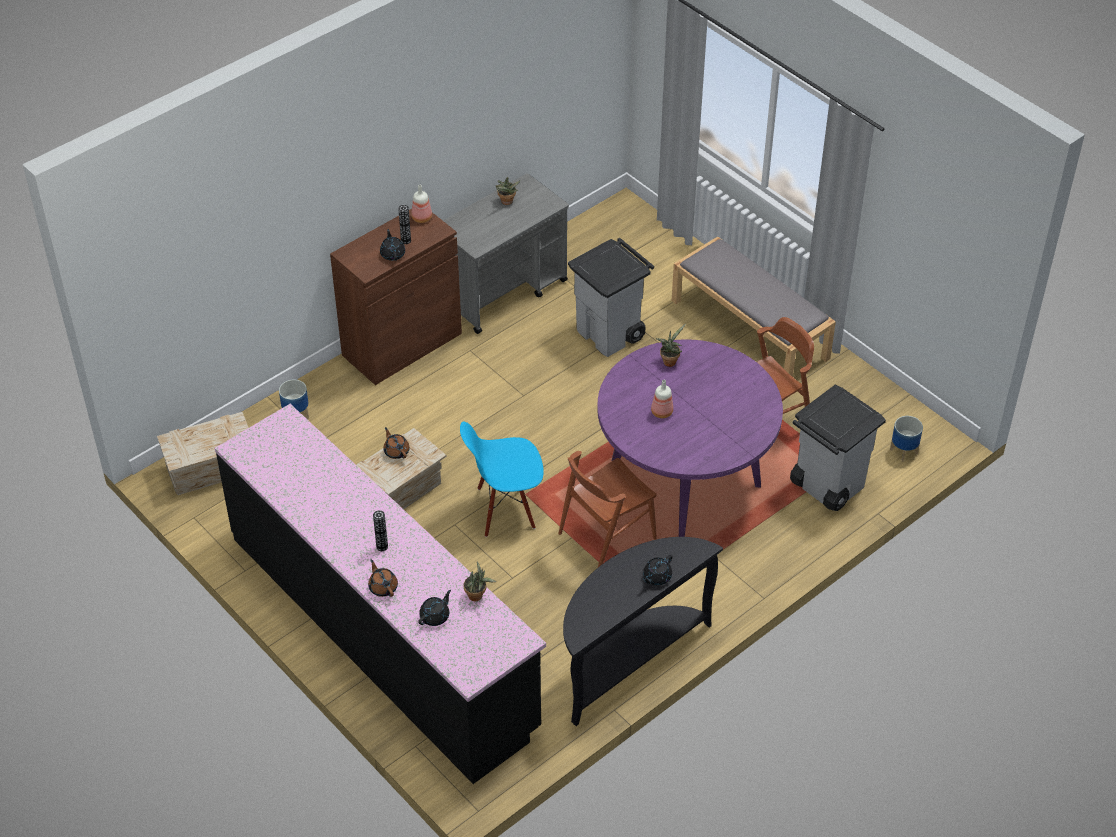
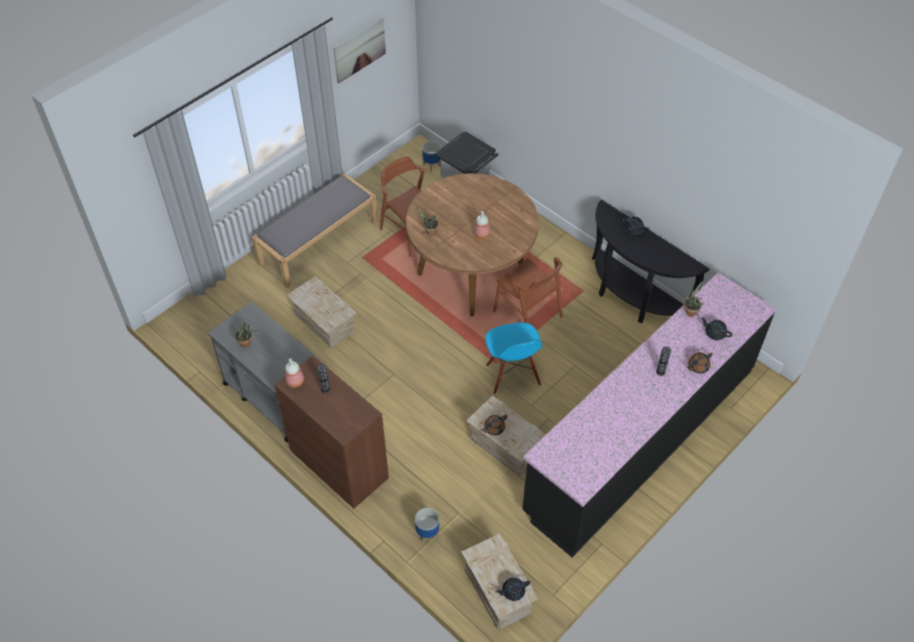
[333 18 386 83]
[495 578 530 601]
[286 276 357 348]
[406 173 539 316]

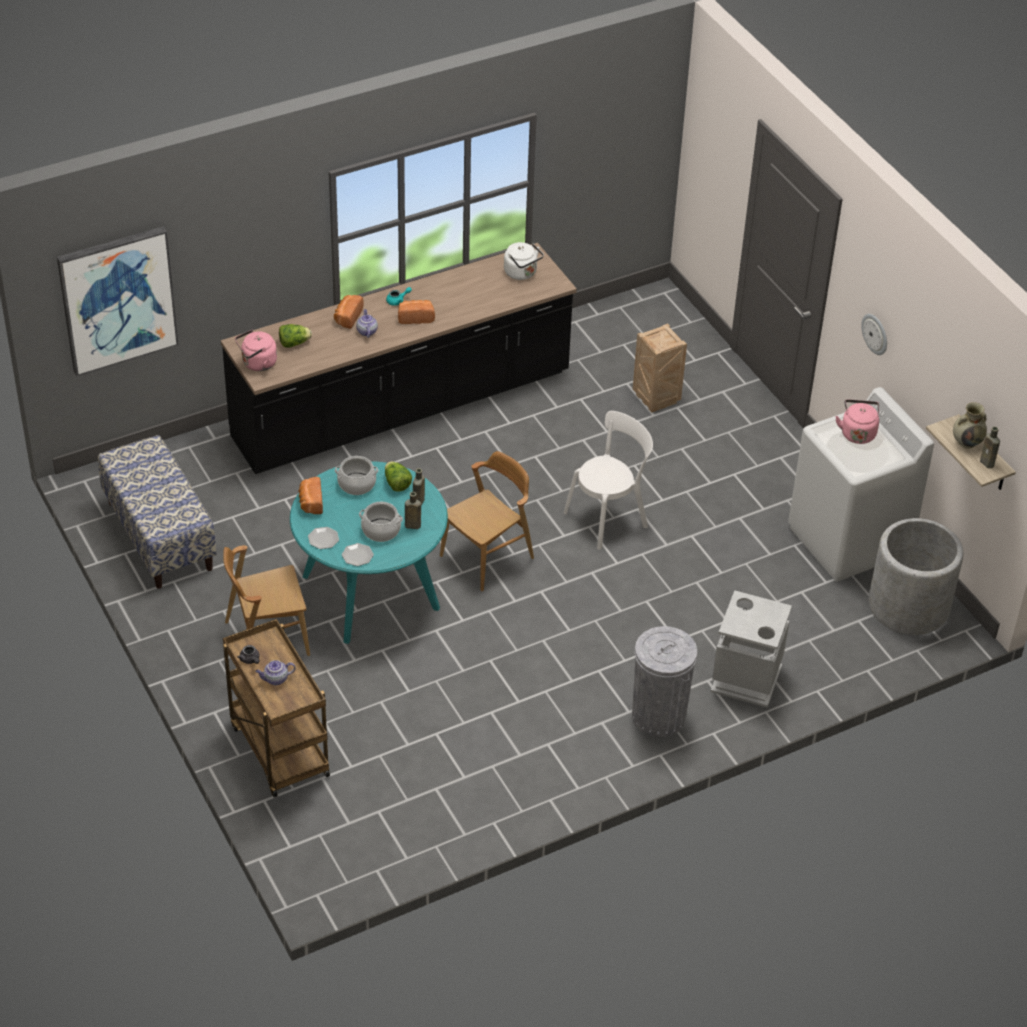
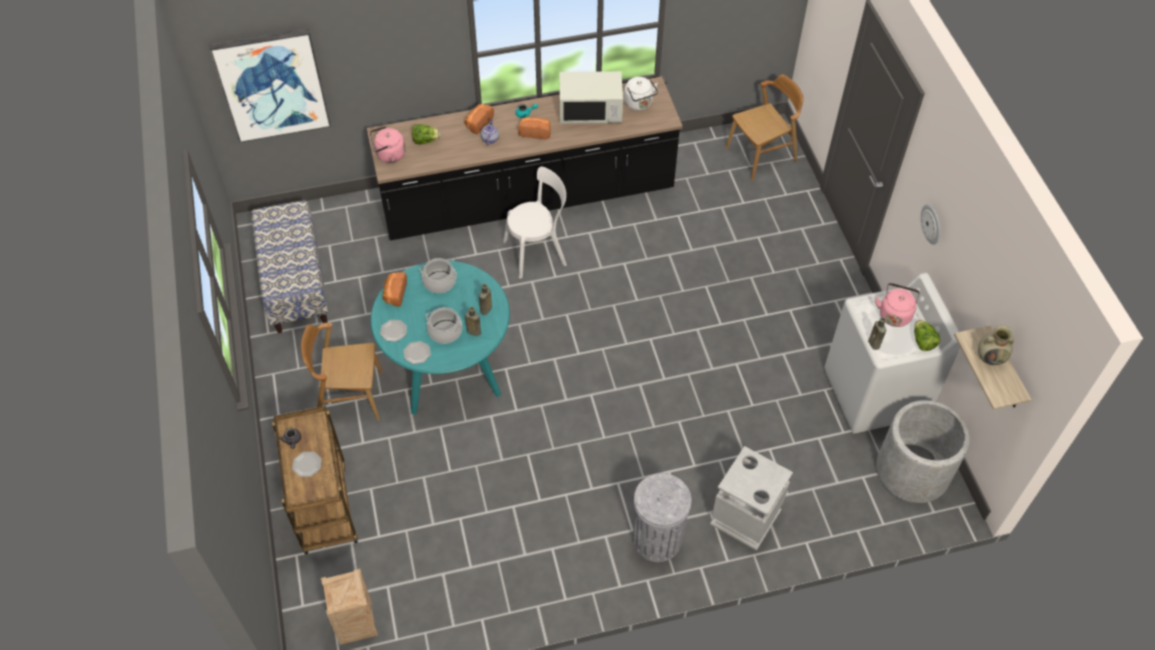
[559 71 623 124]
[914 320 940 351]
[726 74 804 181]
[503 167 567 279]
[321 569 378 645]
[868 317 886 350]
[292 452 322 477]

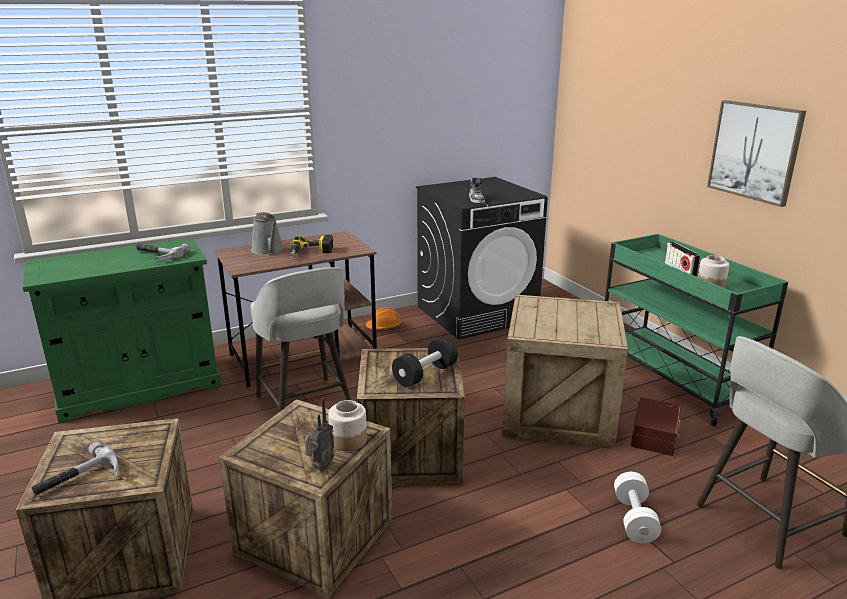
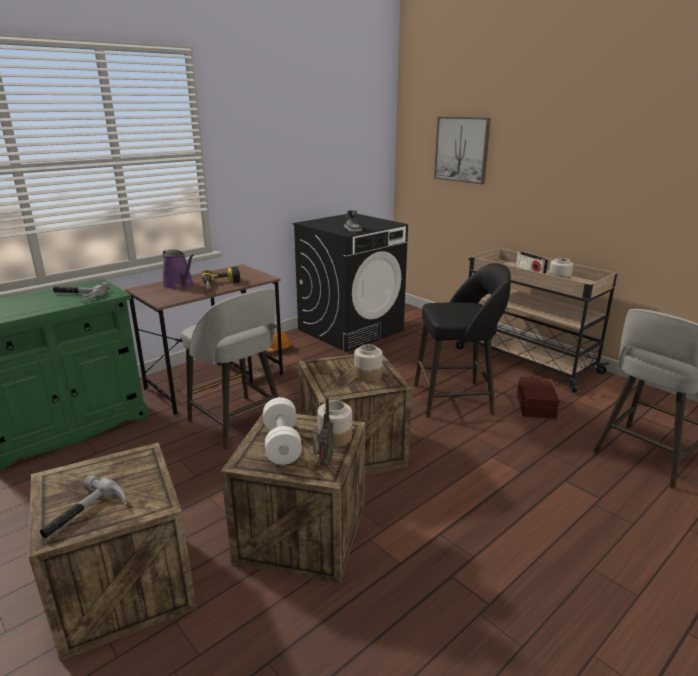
[263 397 302 465]
[434 117 491 184]
[354 344 382 382]
[414 263 511 417]
[162 249 194 289]
[456 248 617 393]

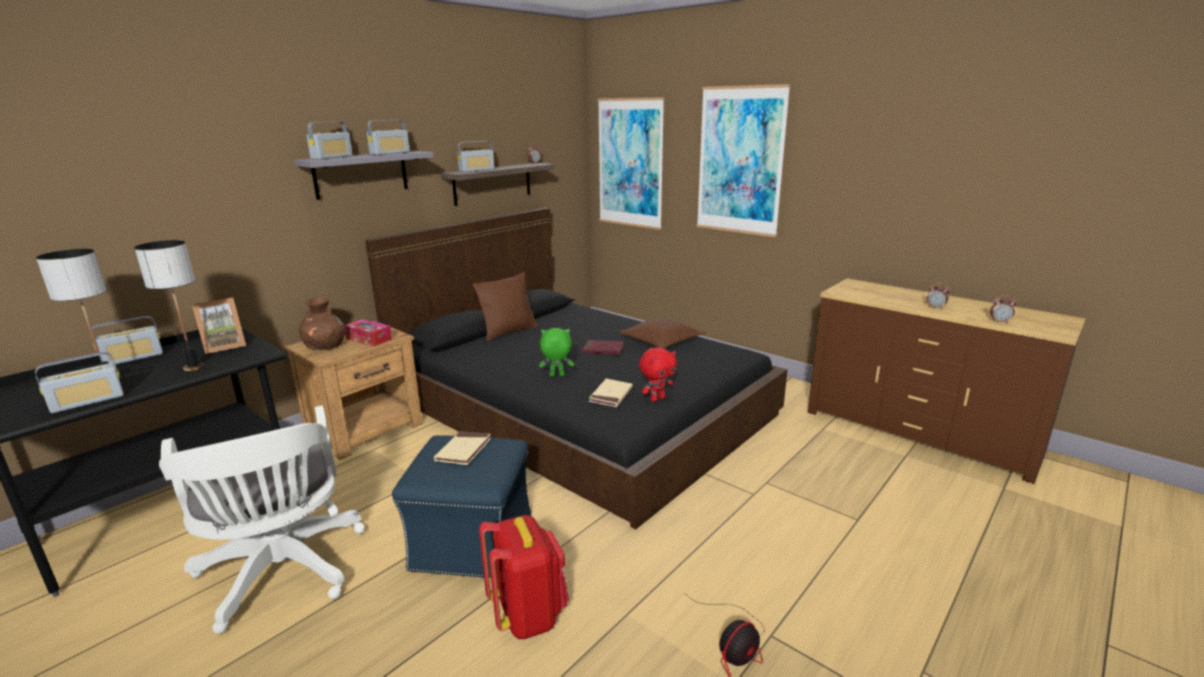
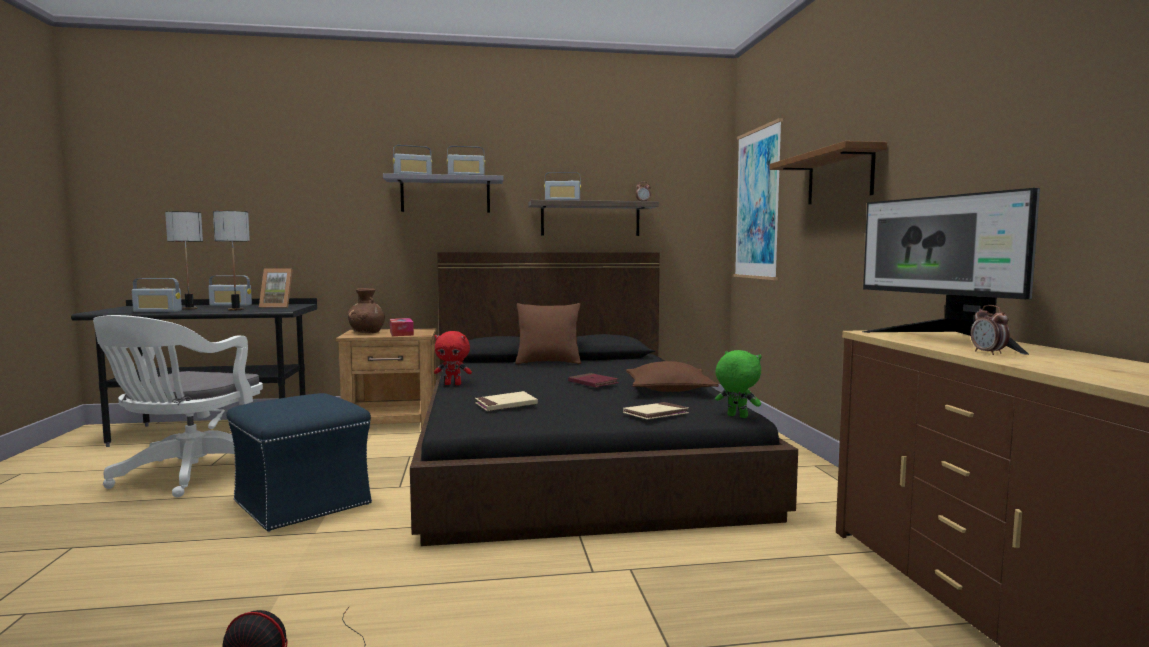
[479 515 569 639] (first image)
[990 295 1016 324] (first image)
[862 188 1040 355]
[623 402 689 419]
[715 350 761 418]
[434 331 472 385]
[769 141 887 205]

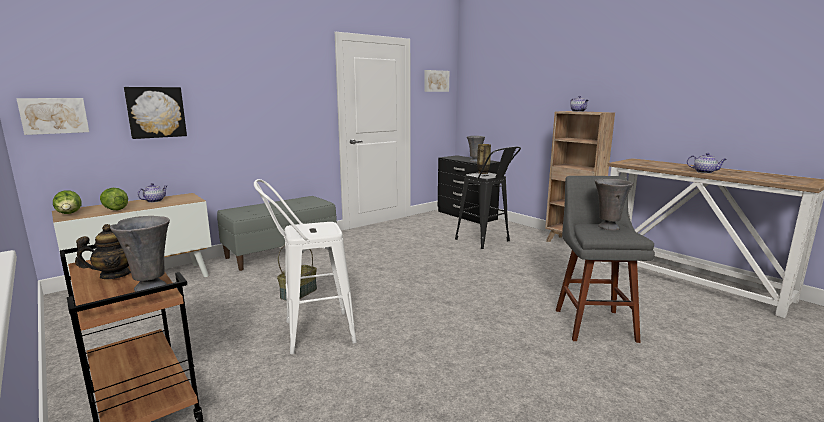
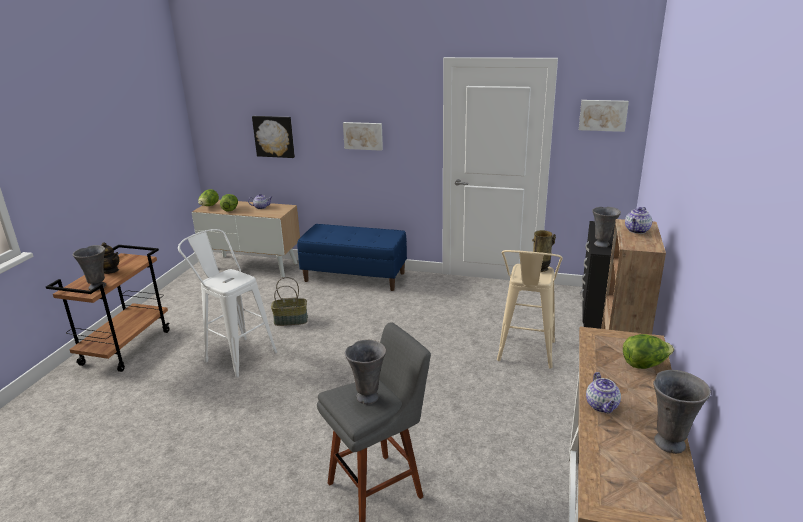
[623 334 674 369]
[653 370 711 454]
[343 122 383 151]
[297 224 407 291]
[497 250 563 368]

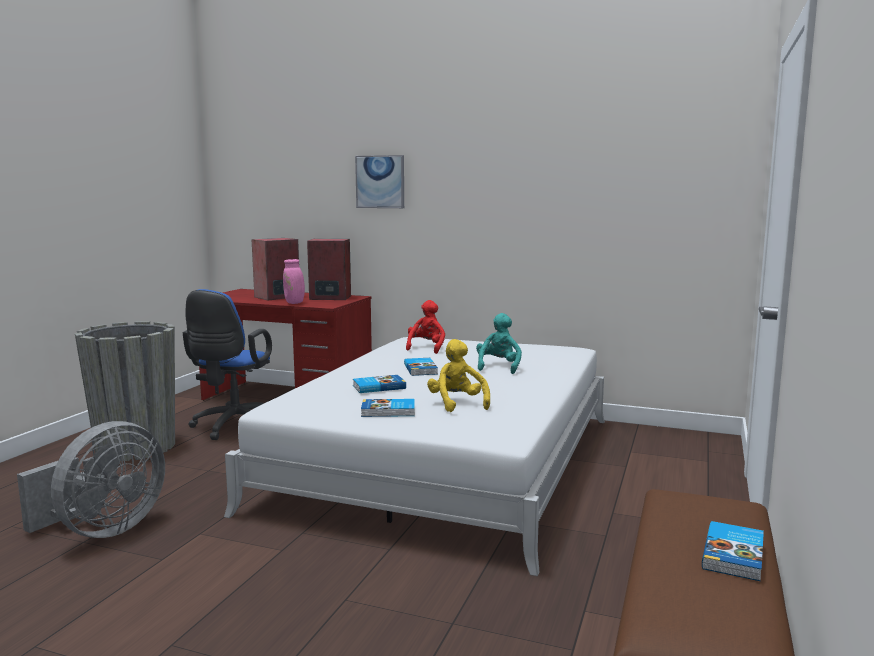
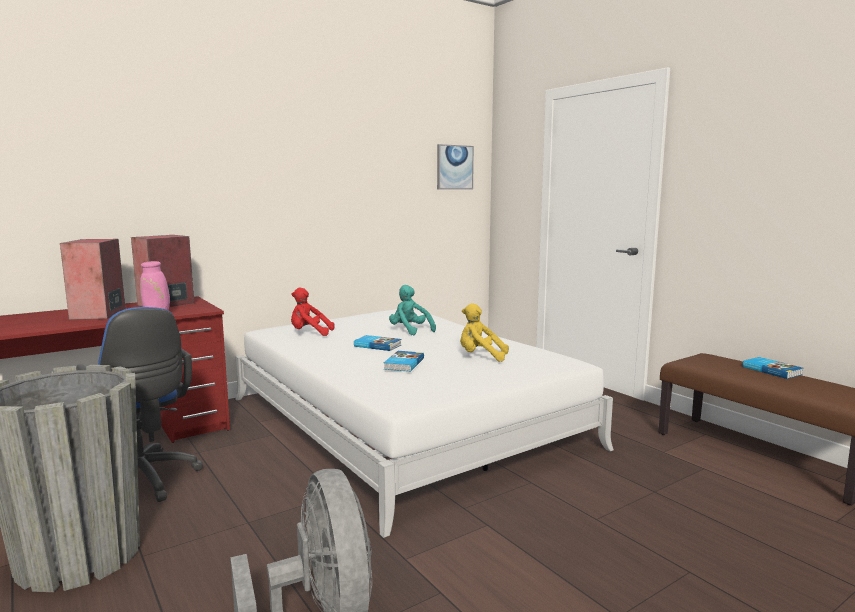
[361 399 415 417] (first image)
[437 144 474 190]
[291 287 335 336]

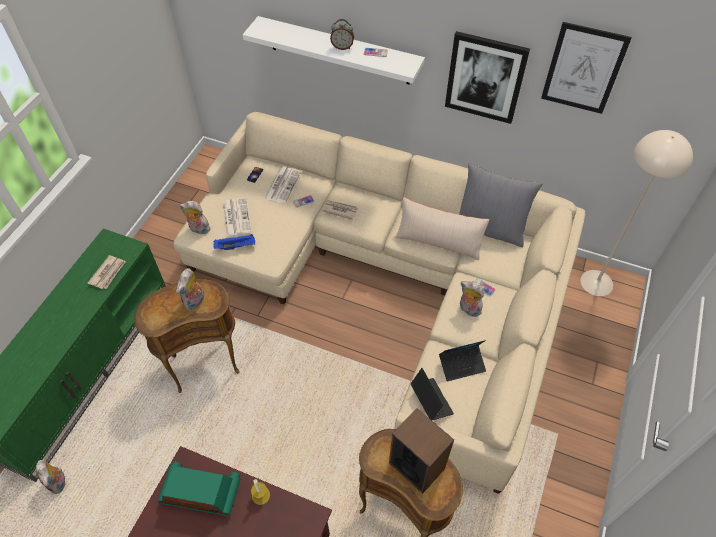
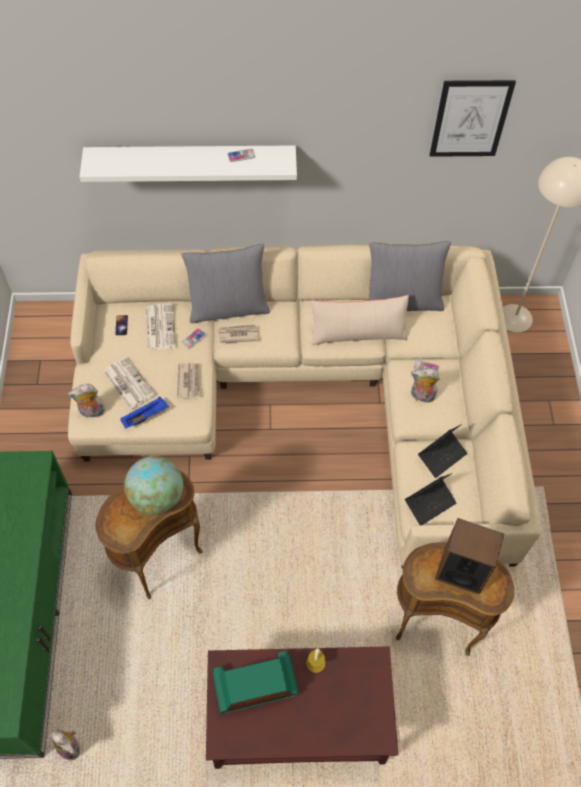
[330 19 354 50] (first image)
[445 31 530 124] (first image)
[181 244 270 323]
[177 363 200 398]
[124 456 183 515]
[405 473 456 525]

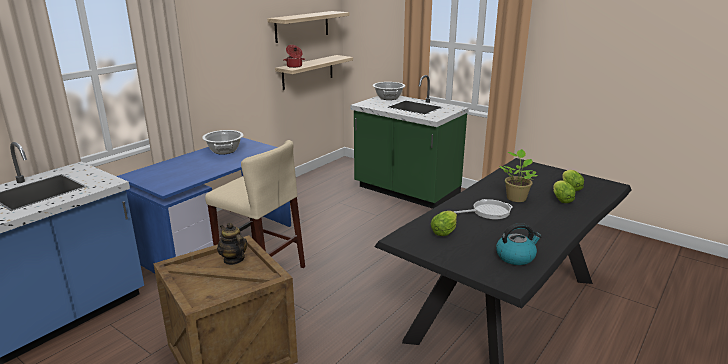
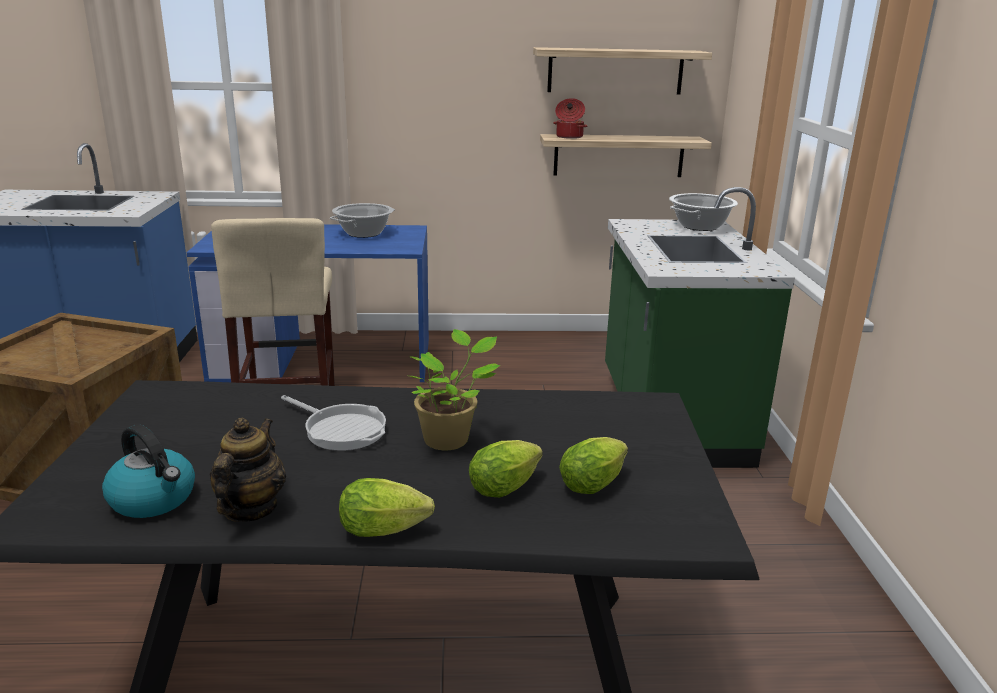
[210 418 286 522]
[339 478 435 537]

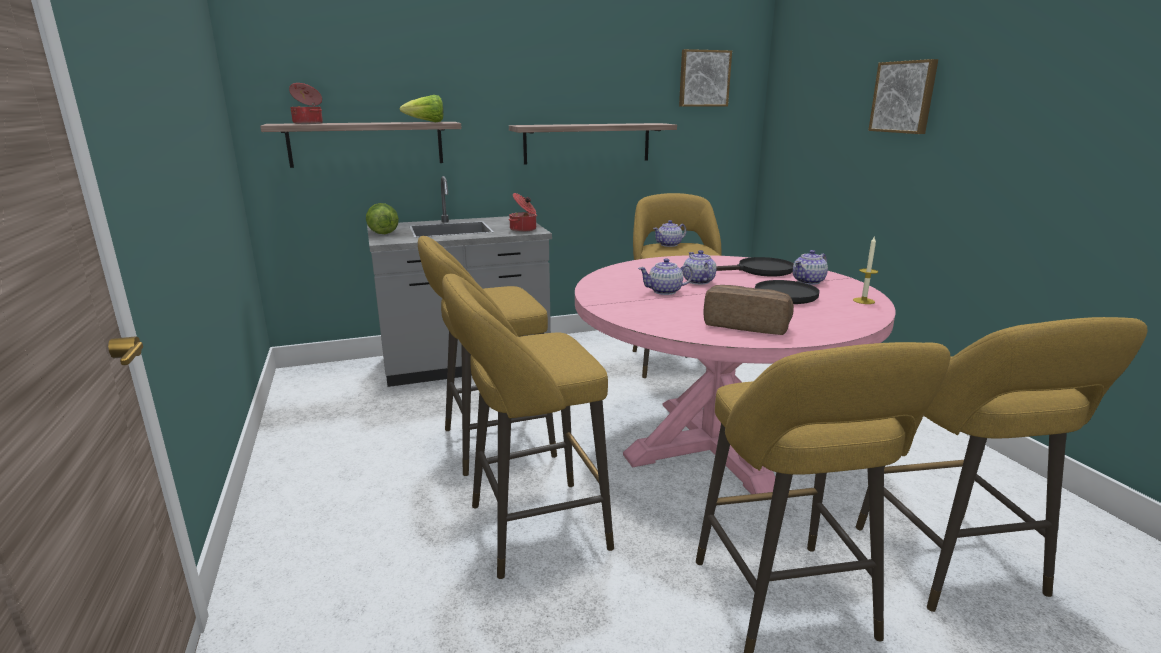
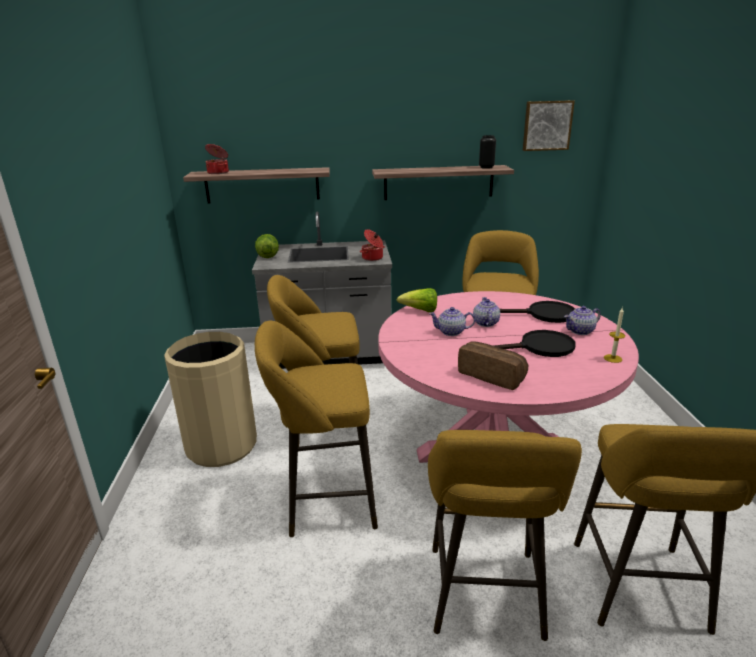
[653 220 686 247] (first image)
[868 59 938 134] (first image)
[164 332 257 467]
[479 135 496 169]
[397 288 437 312]

